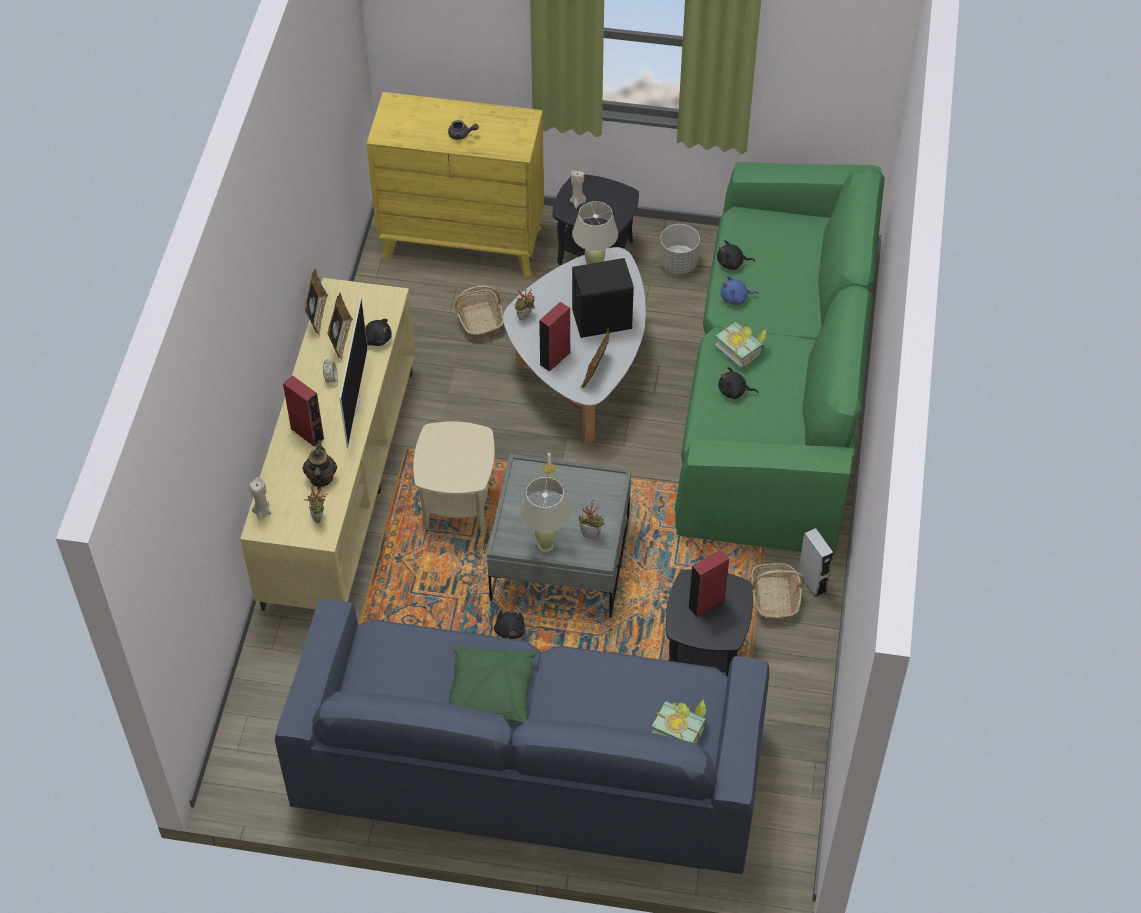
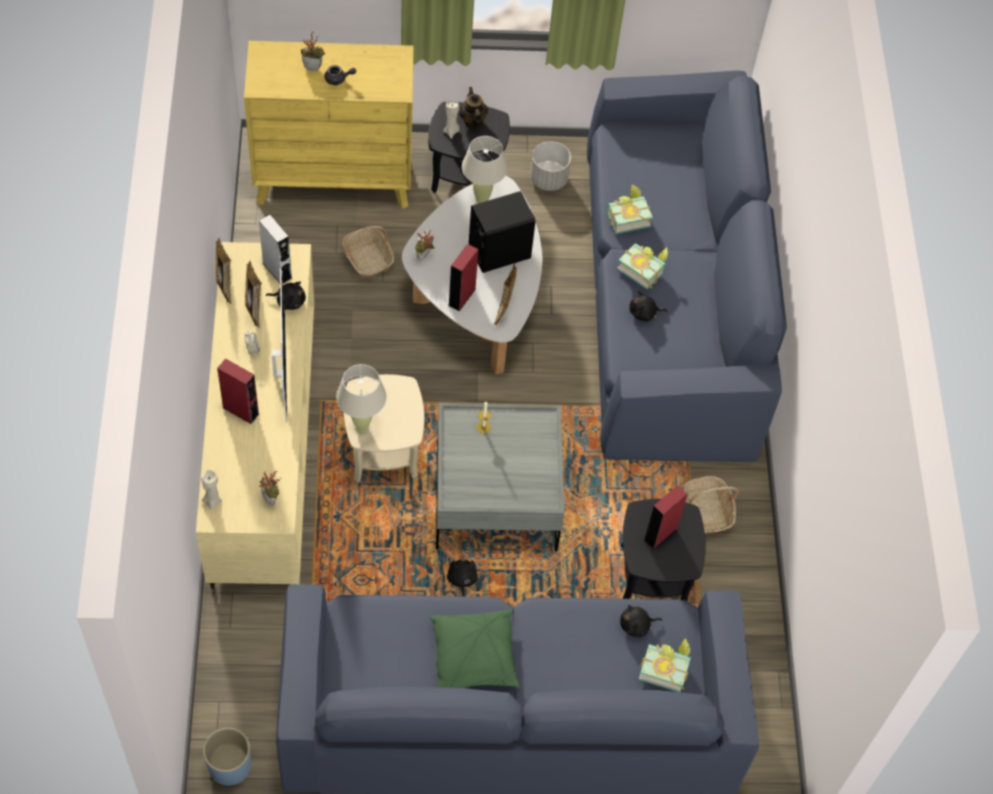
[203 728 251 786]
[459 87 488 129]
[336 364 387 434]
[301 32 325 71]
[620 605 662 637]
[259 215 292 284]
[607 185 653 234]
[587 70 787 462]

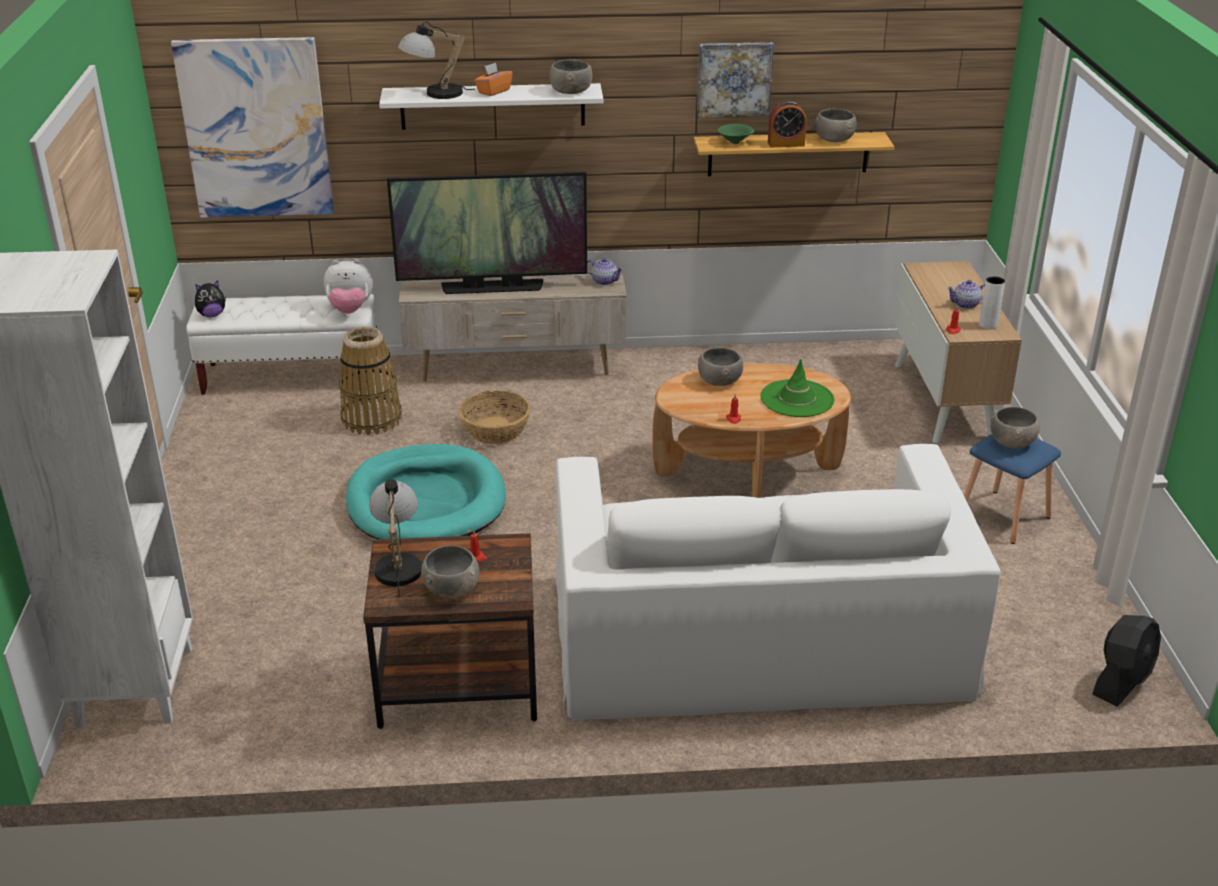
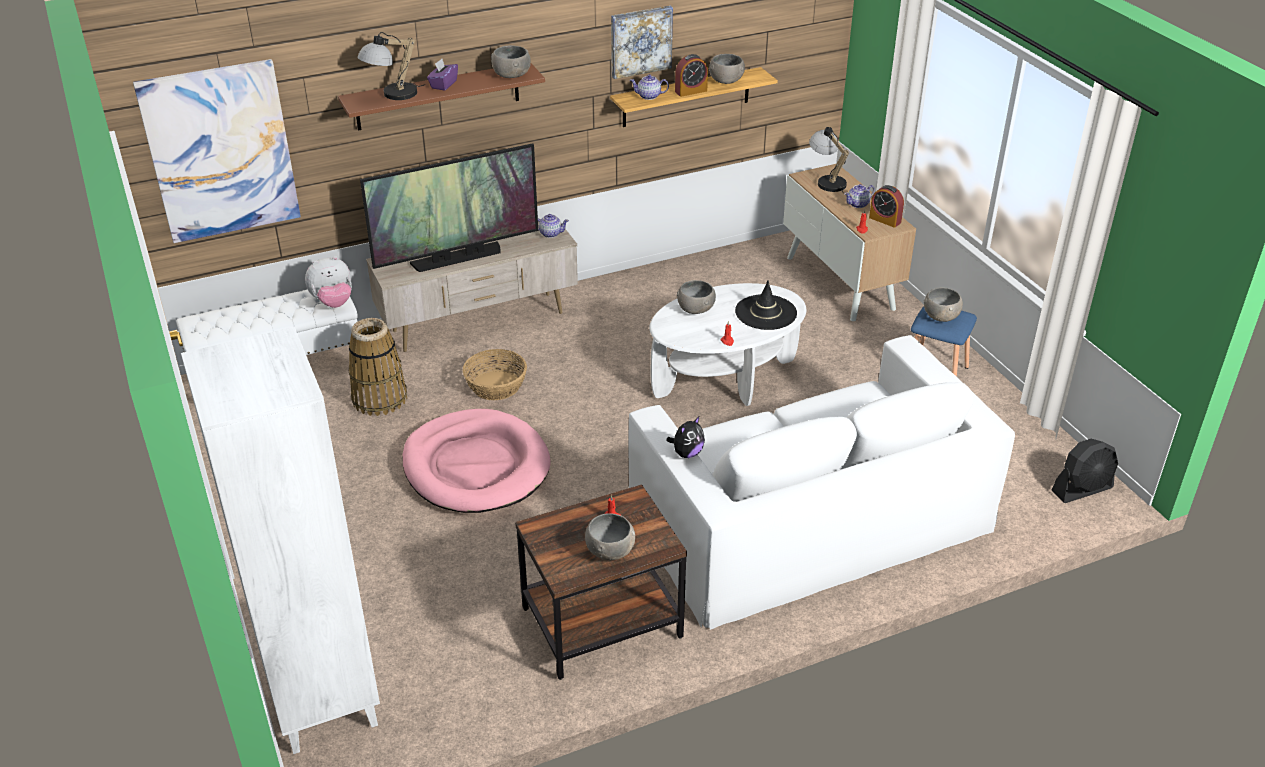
[666 417 705 458]
[809 127 849 194]
[630 74 669 100]
[869 185 904 228]
[402 409 551 513]
[338 64 545 131]
[427 59 458 91]
[649 283 806 406]
[735 280 797 330]
[1051 439 1118 503]

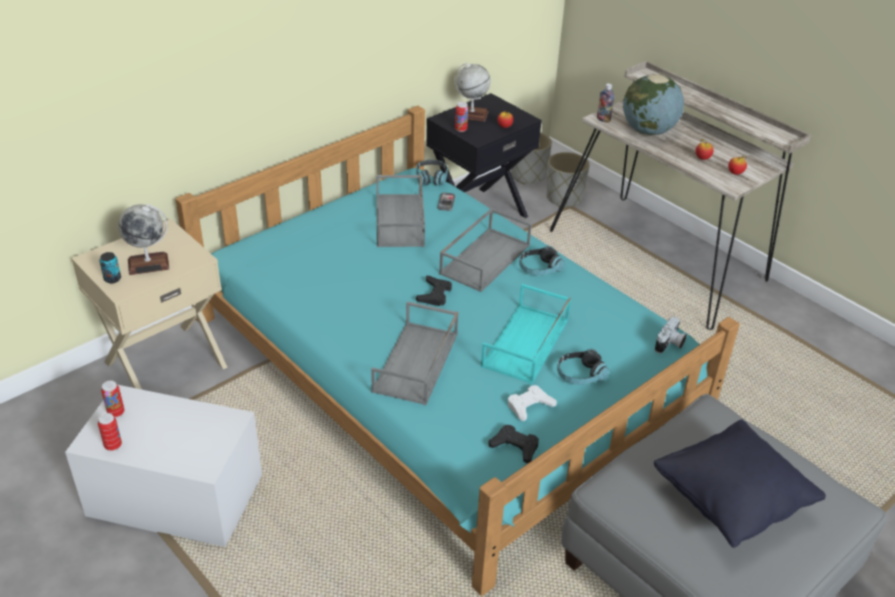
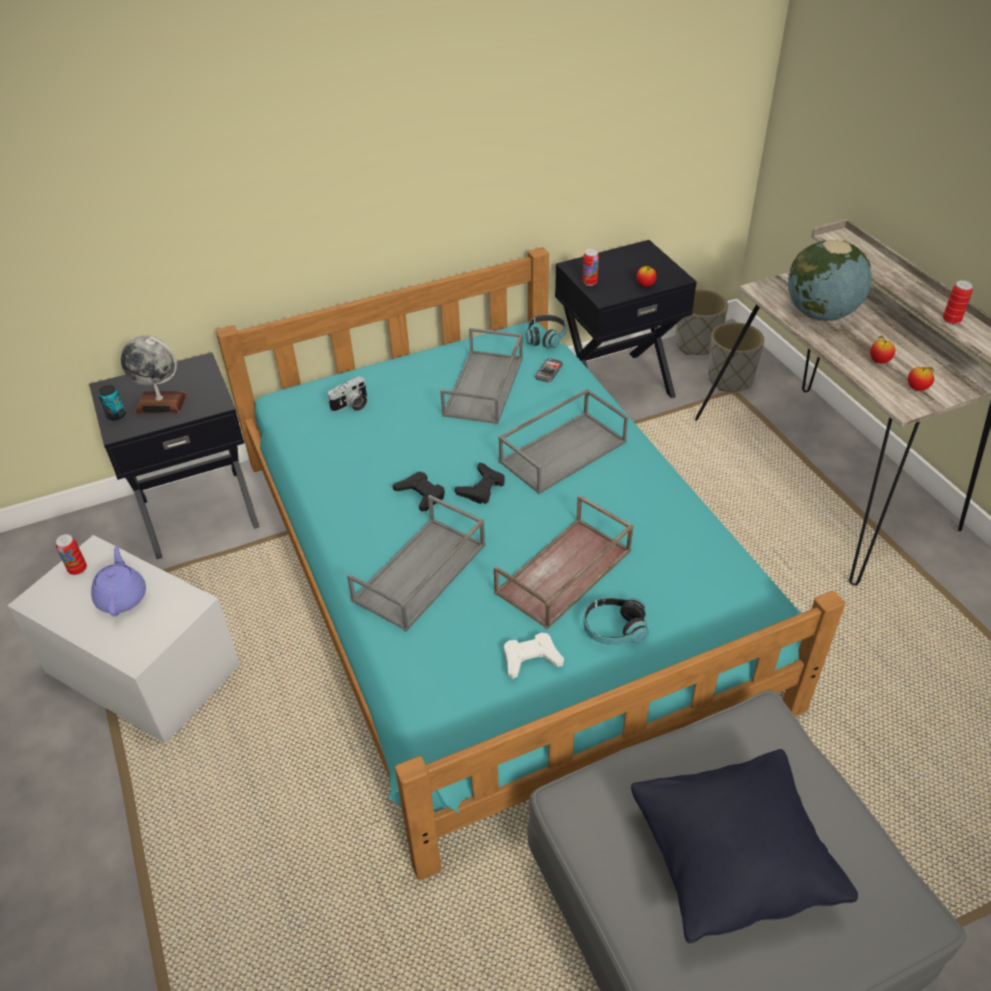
[454 63 491 122] (first image)
[519 246 565 276] (first image)
[597 83 614 123] (first image)
[91 546 146 616]
[943 280 973 325]
[393 472 445 512]
[328 376 367 412]
[89 352 259 559]
[494 495 634 629]

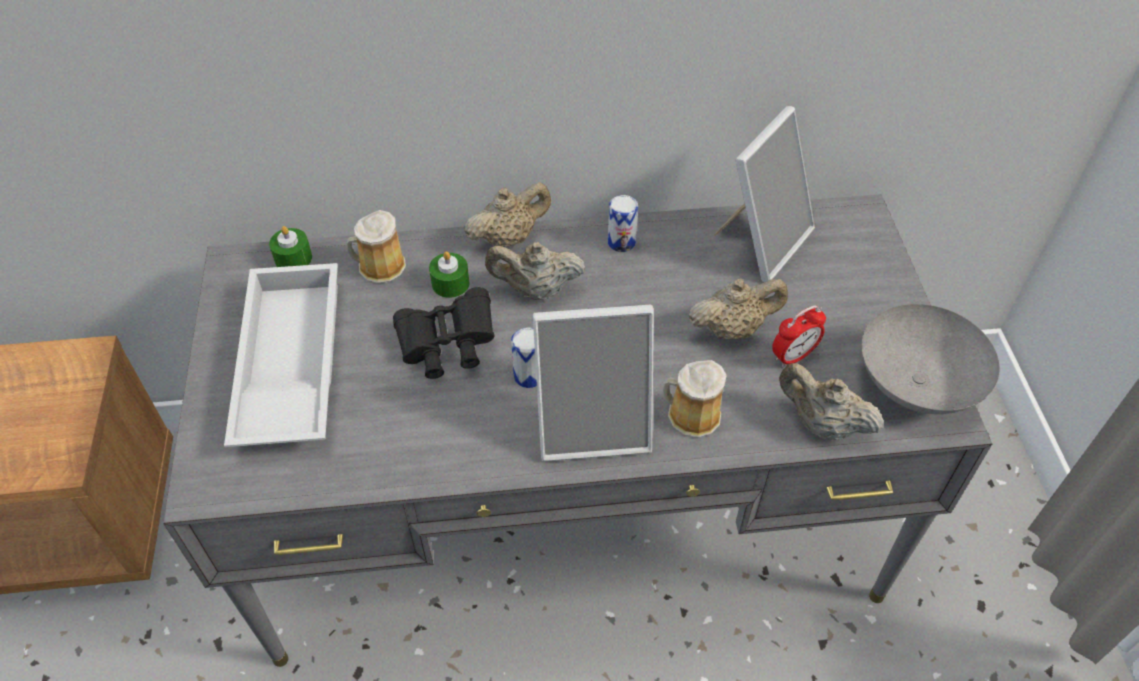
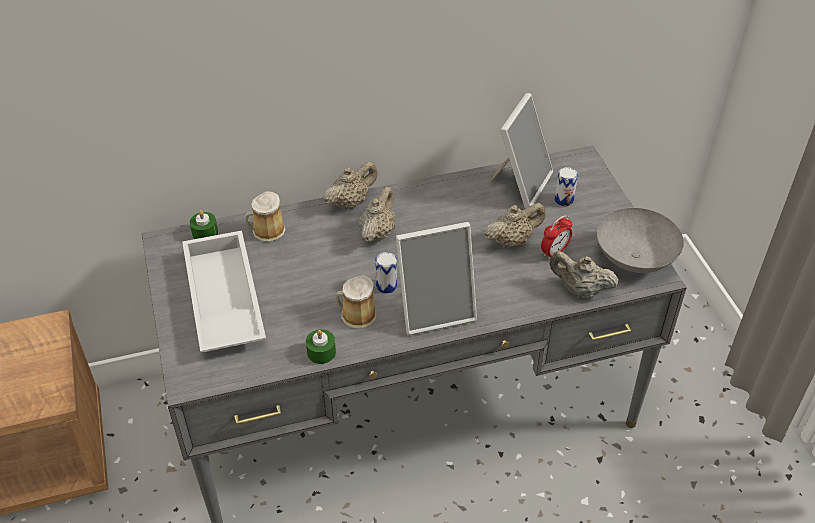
[393 287 495 379] (first image)
[306 329 336 364]
[554 167 578 207]
[335 275 376 328]
[359 186 396 242]

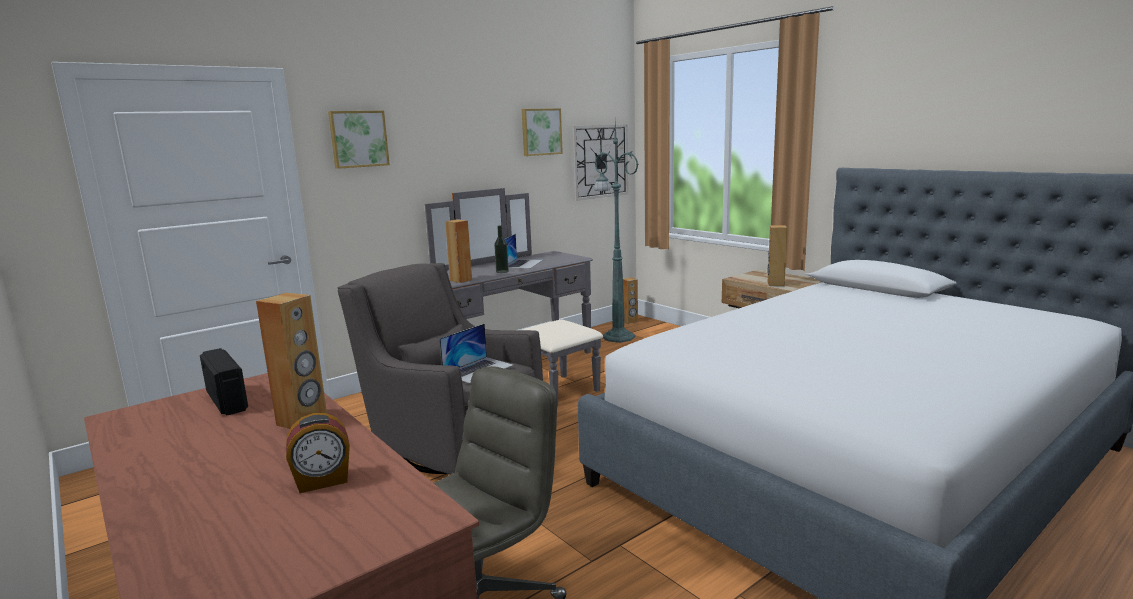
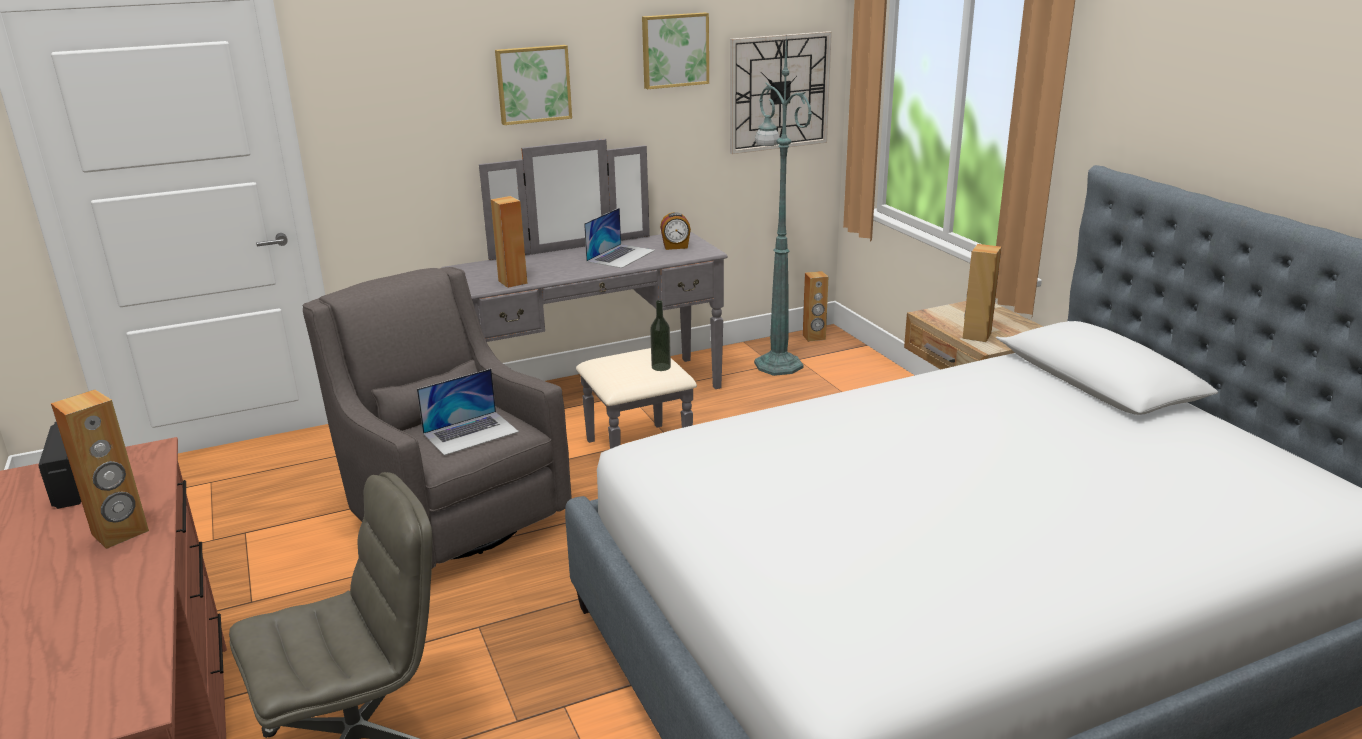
[660 212 691 250]
[495 45 572 125]
[650 300 671 371]

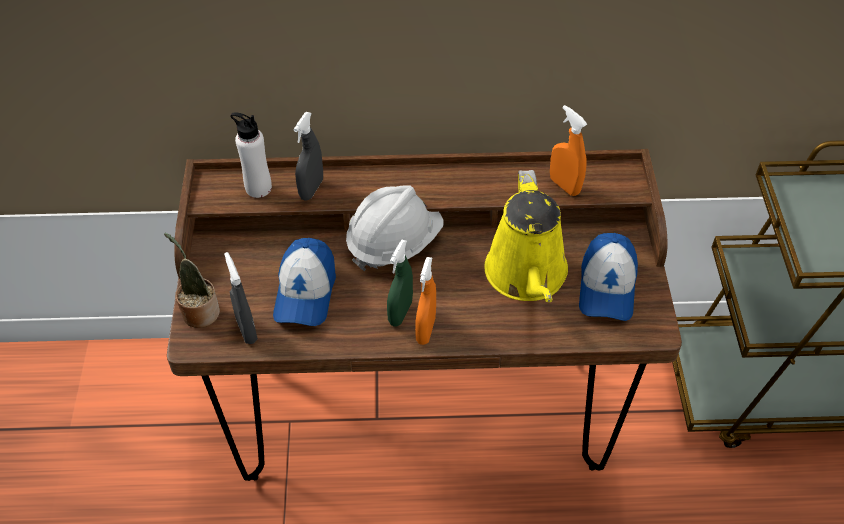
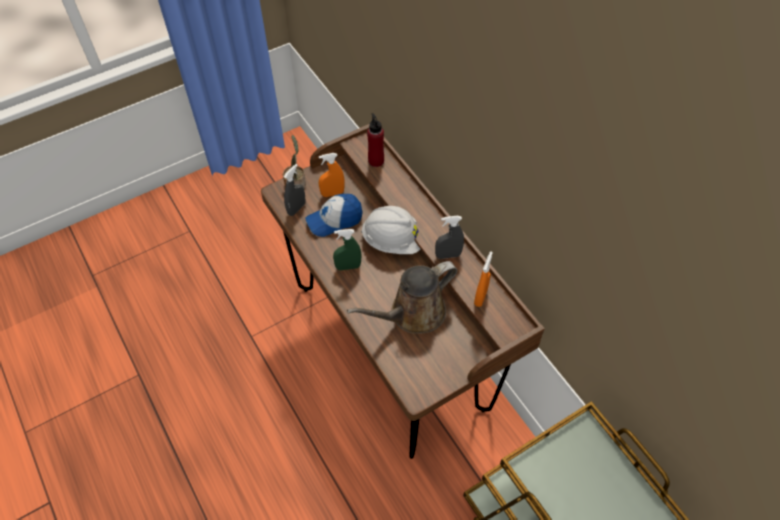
[579 233 638 321] (first image)
[435 216 464 259]
[319 153 345 197]
[367 113 384 167]
[347 261 458 334]

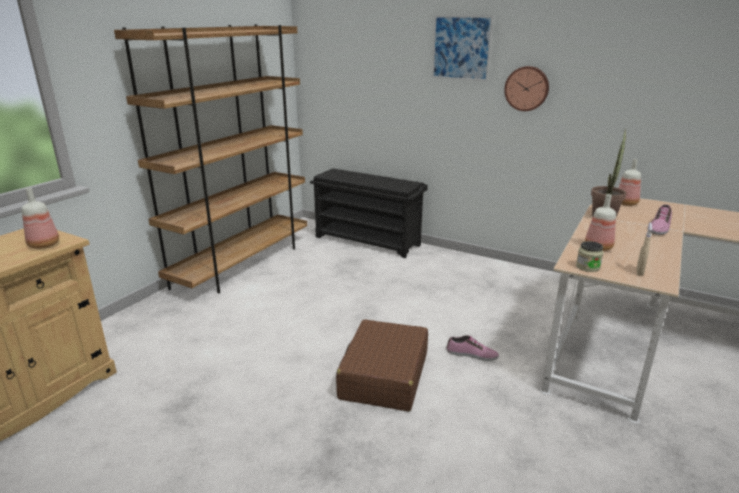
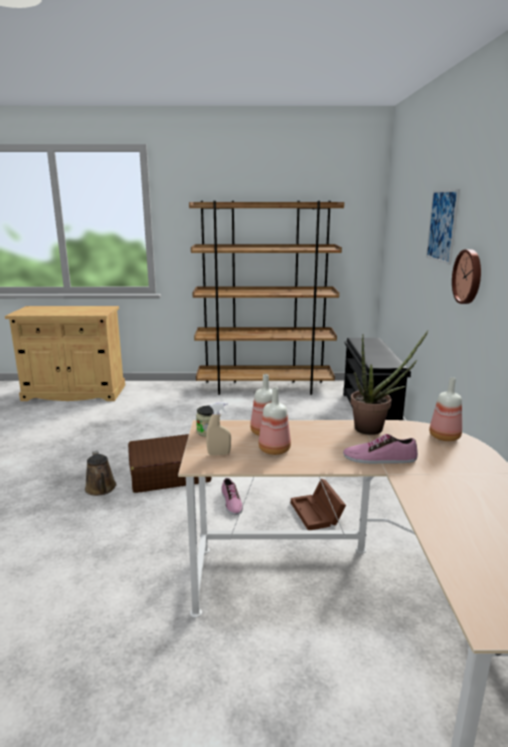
[85 450 117 496]
[291 479 346 530]
[259 387 291 455]

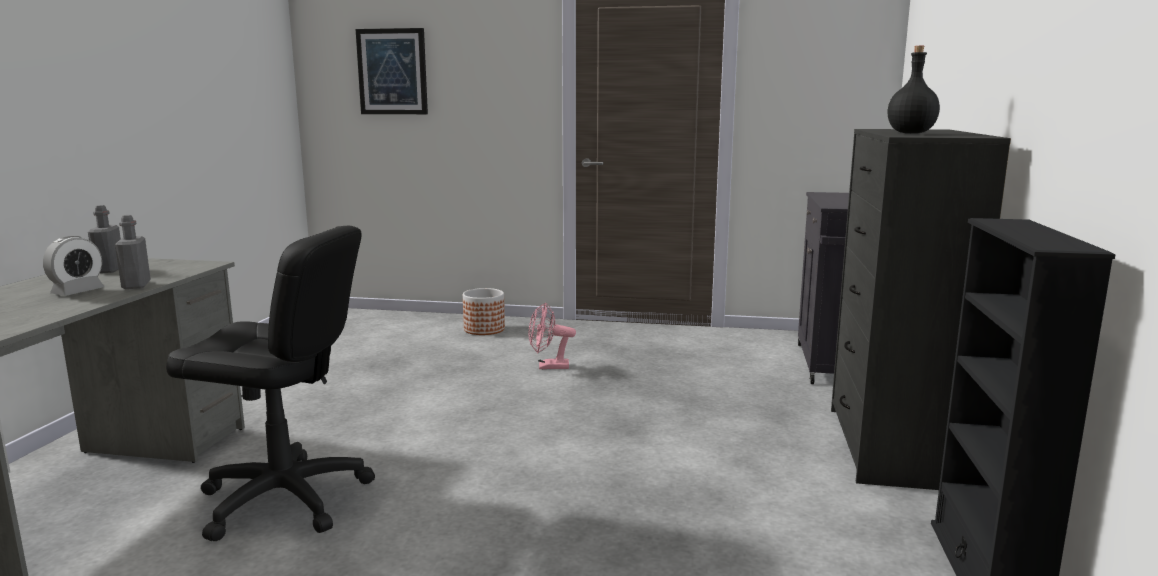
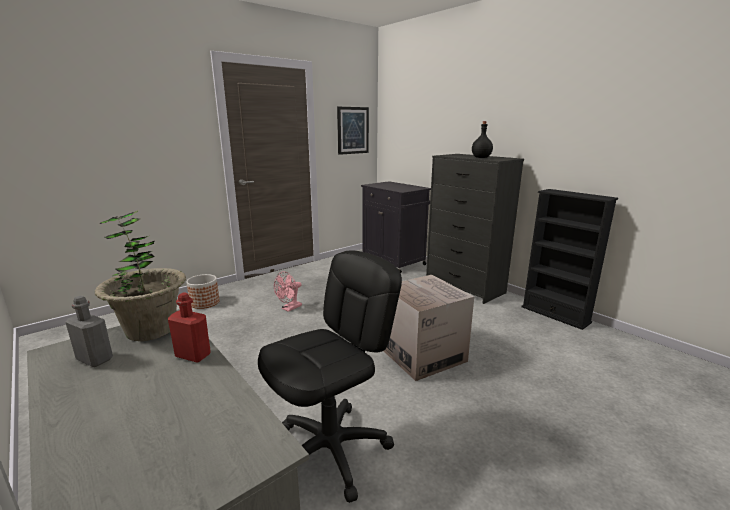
[43 236 104 296] (first image)
[95 210 186 341]
[384 275 474 381]
[337 107 369 155]
[168 292 211 363]

